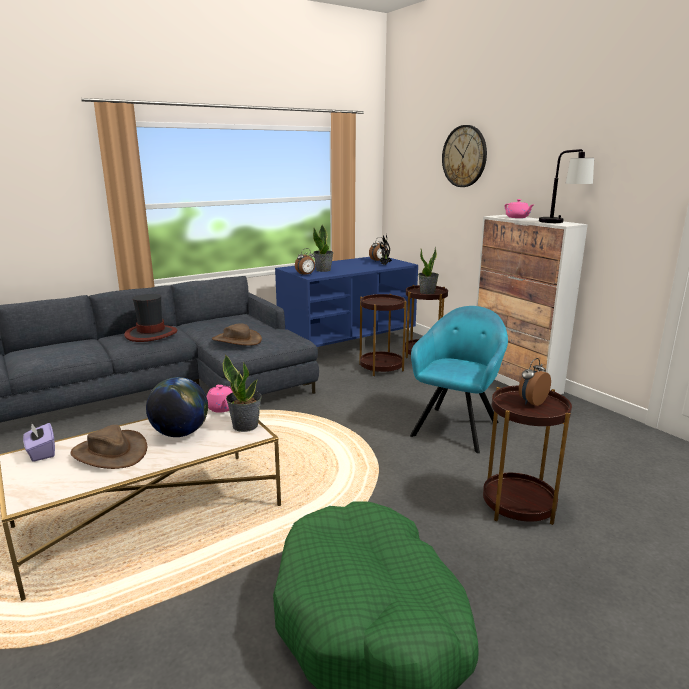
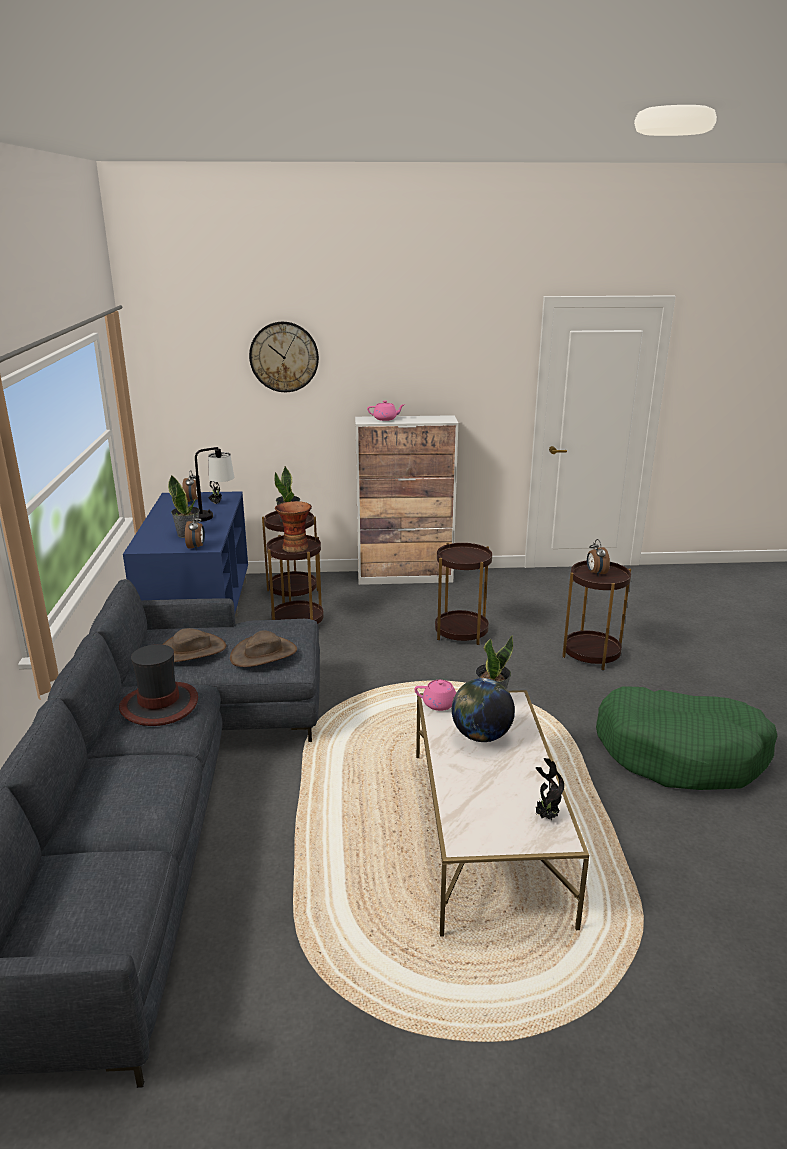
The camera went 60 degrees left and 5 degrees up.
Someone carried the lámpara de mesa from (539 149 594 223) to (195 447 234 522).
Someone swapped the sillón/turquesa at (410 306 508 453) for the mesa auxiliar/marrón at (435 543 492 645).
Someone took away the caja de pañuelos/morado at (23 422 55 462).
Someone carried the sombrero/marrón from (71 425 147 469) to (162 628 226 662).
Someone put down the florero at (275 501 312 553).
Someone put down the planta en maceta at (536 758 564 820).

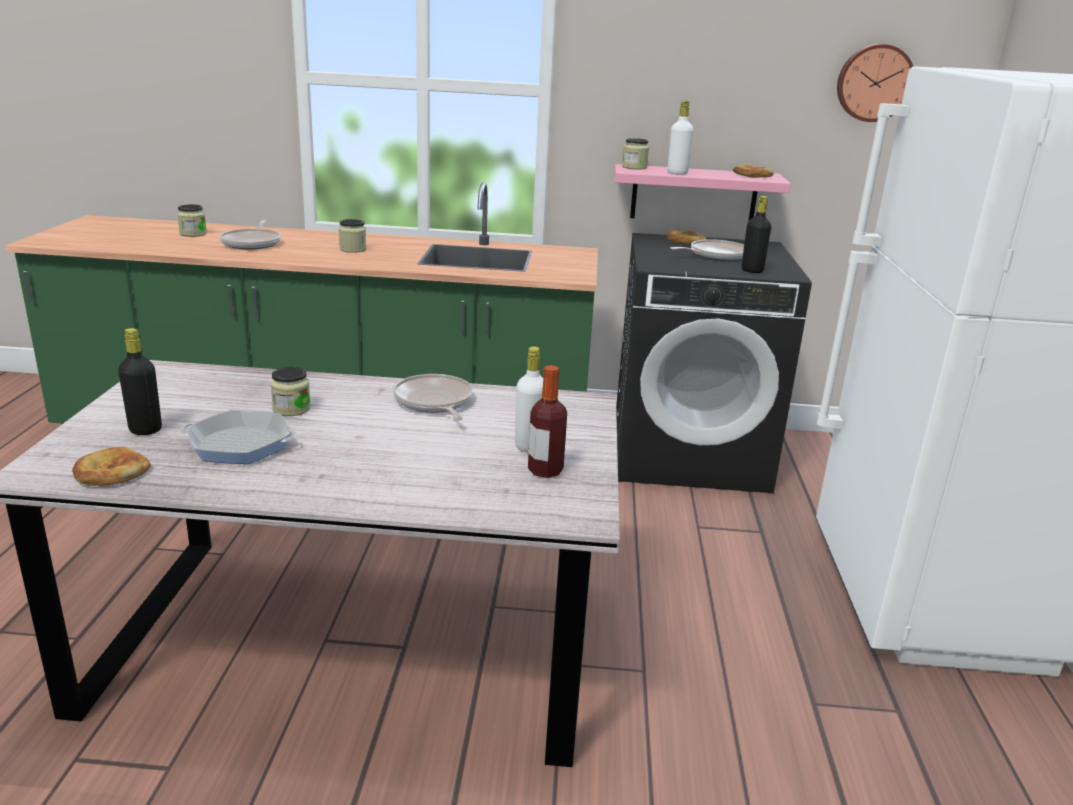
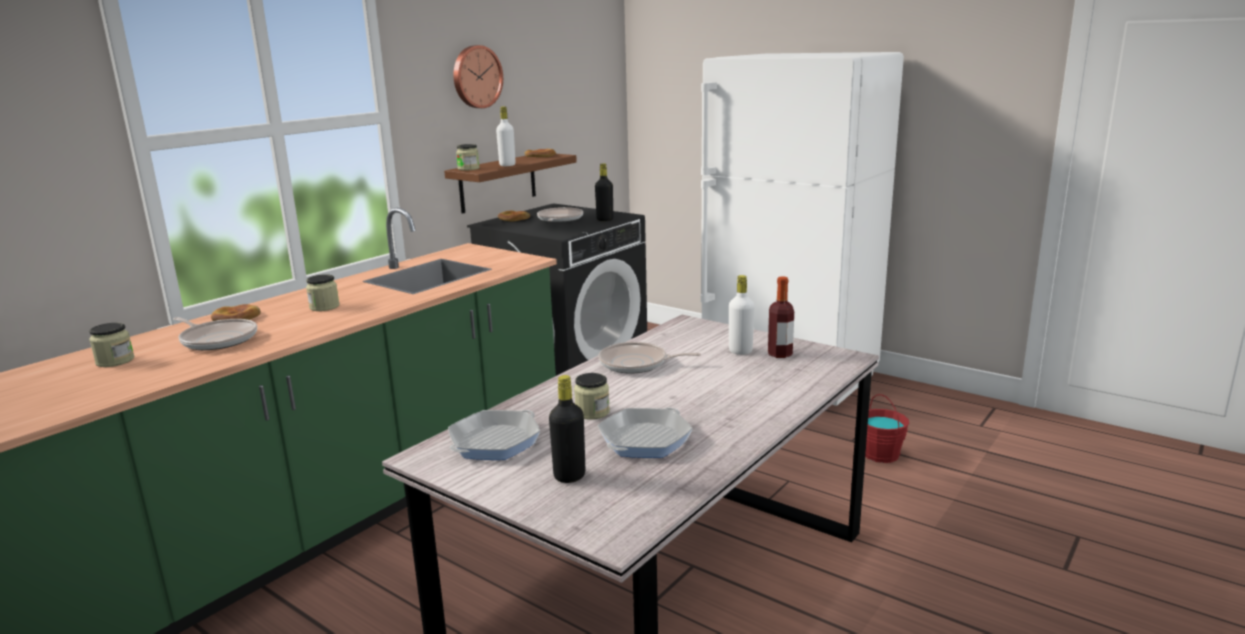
The camera went 55 degrees left and 5 degrees down.
Someone carried the reloj de pared from (837 44 913 122) to (453 45 503 108).
Someone repainted the estante/rosa at (614 164 791 221), which became the estante/marrón at (444 154 577 214).
Someone carried the pan from (72 447 151 486) to (211 304 261 321).
Someone put down the cubo/rojo at (865 394 909 463).
Someone put down the sartén at (448 410 540 460).

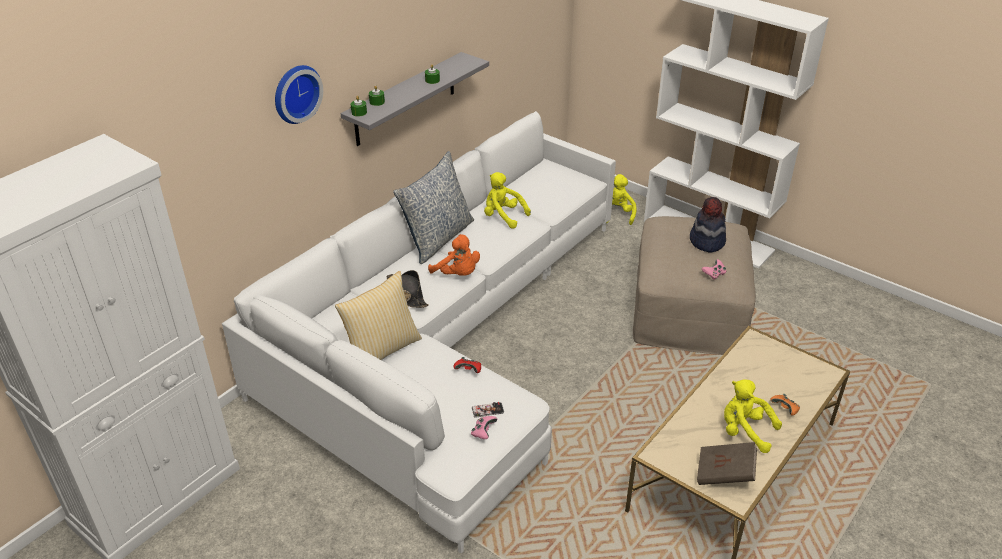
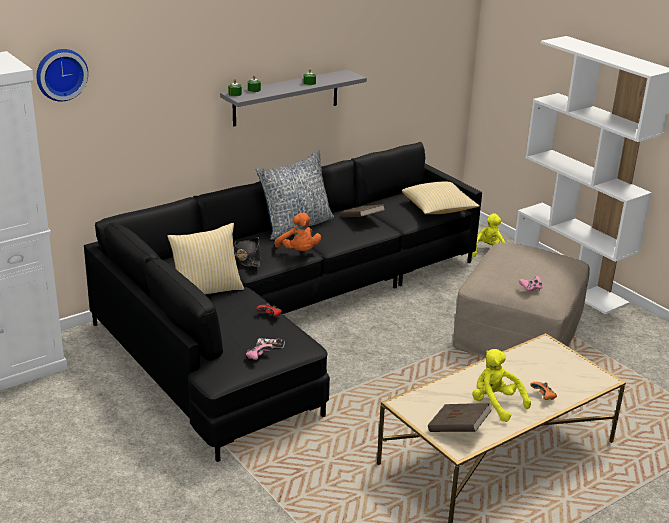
The camera went 15 degrees right and 10 degrees down.
Someone carried the reloj de pared from (275 65 323 124) to (36 49 88 102).
Someone repainted the sofá/blanco at (222 111 616 553), which became the sofá/negro at (84 142 482 462).
Someone swapped the peluche/amarillo at (484 172 531 229) for the libro/marrón at (341 205 384 217).
Someone took away the sombrero at (690 197 726 252).
Someone put down the cojín at (402 182 480 214).

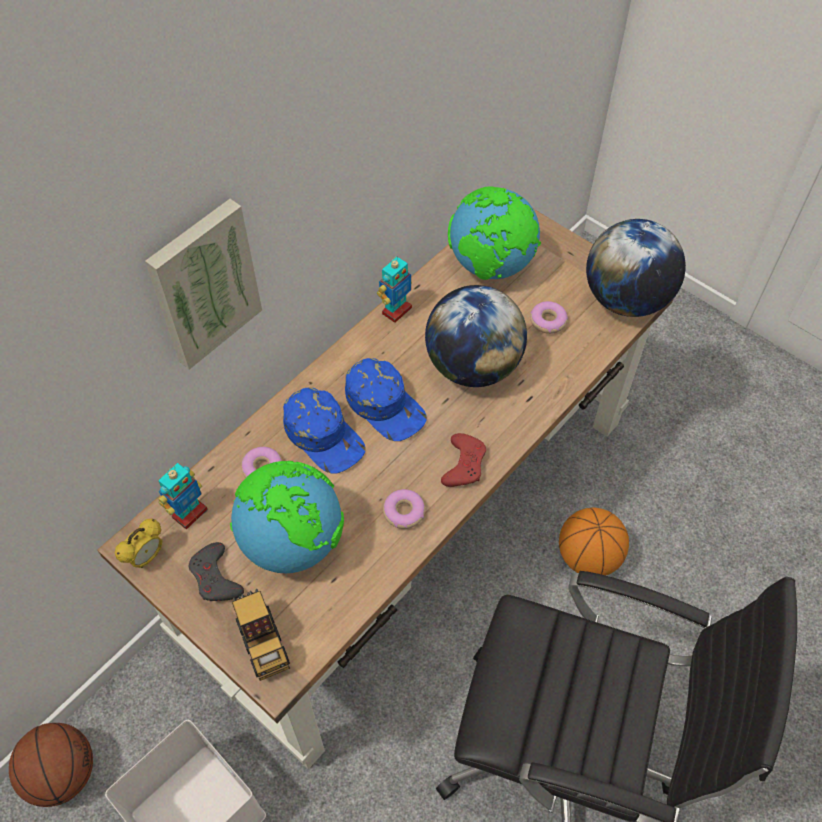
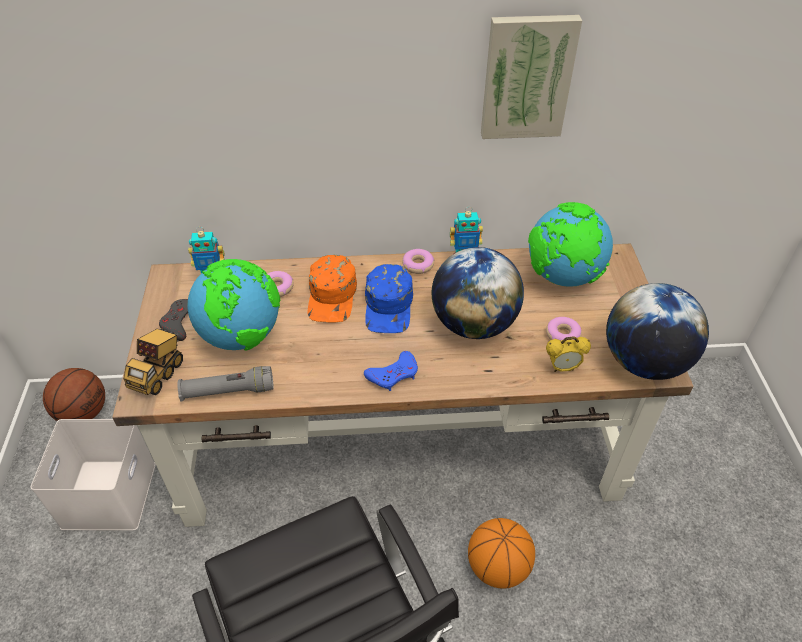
The camera went 45 degrees right and 10 degrees down.
Someone carried the cuadro from (145 199 262 370) to (481 15 582 139).
Someone repainted the gorra/azul at (283 388 365 474), which became the gorra/naranja at (308 255 357 322).
Someone repainted the mando de consola/rojo at (441 433 486 487), which became the mando de consola/azul at (364 351 418 391).
Someone carried the rosquilla from (383 489 425 529) to (402 249 434 274).
Someone carried the despertador from (115 519 163 568) to (546 336 591 372).
Someone put down the linterna/gris at (178 366 274 402).

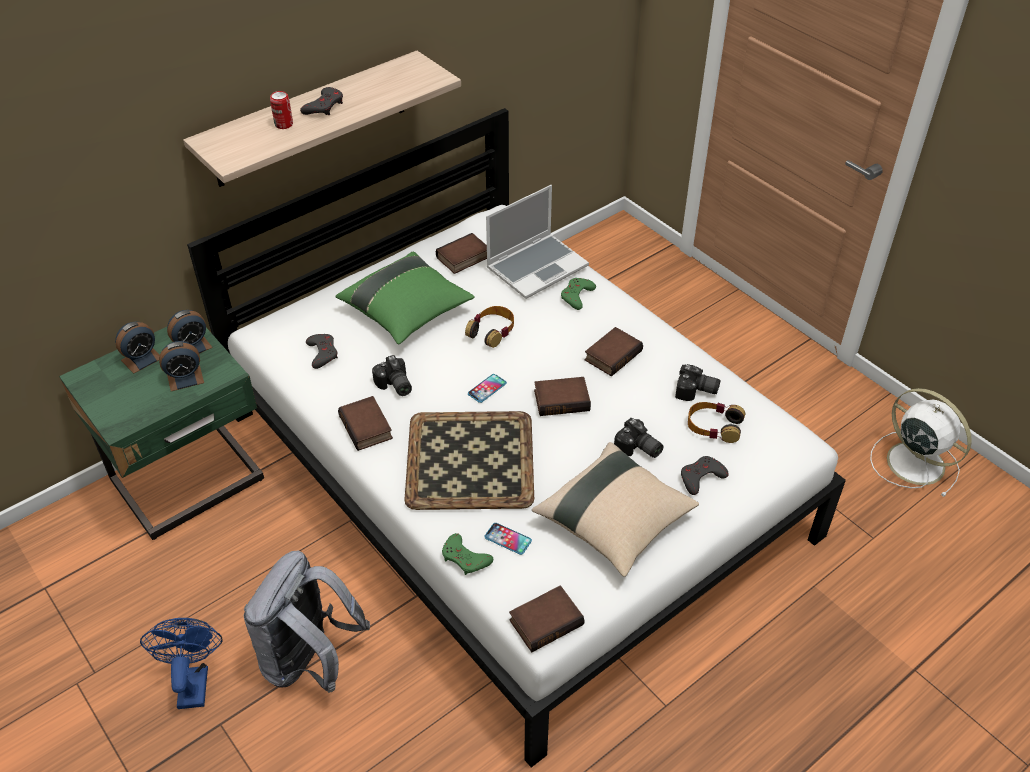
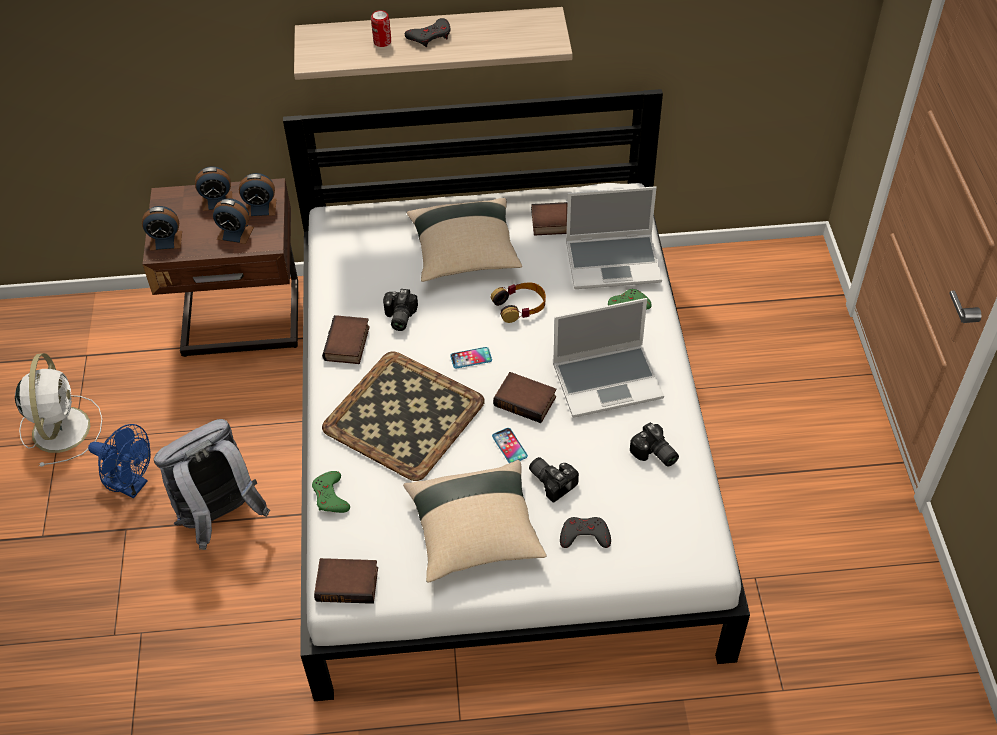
The camera went 35 degrees right and 5 degrees up.
Someone repainted the cojín/verde at (335 251 475 344), which became the cojín/beis at (407 198 522 282).
Someone repainted the mesita de noche/verde at (59 327 264 540), which became the mesita de noche/marrón at (143 178 298 357).
Someone swapped the libro at (585 327 643 376) for the portátil at (553 298 664 418).
Someone took away the mando de consola/gris at (306 334 338 369).
Someone carried the ventilador/blanco from (870 388 972 497) to (15 353 103 467).
Someone took away the auriculares at (688 402 745 443).
Someone rotated the cámara at (614 418 664 458) by 150 degrees clockwise.
Someone carried the móvil from (484 523 532 555) to (492 428 528 463).
Someone rotated the ventilador/azul at (140 618 223 709) by 90 degrees clockwise.
Someone put down the despertador at (142 206 182 251).

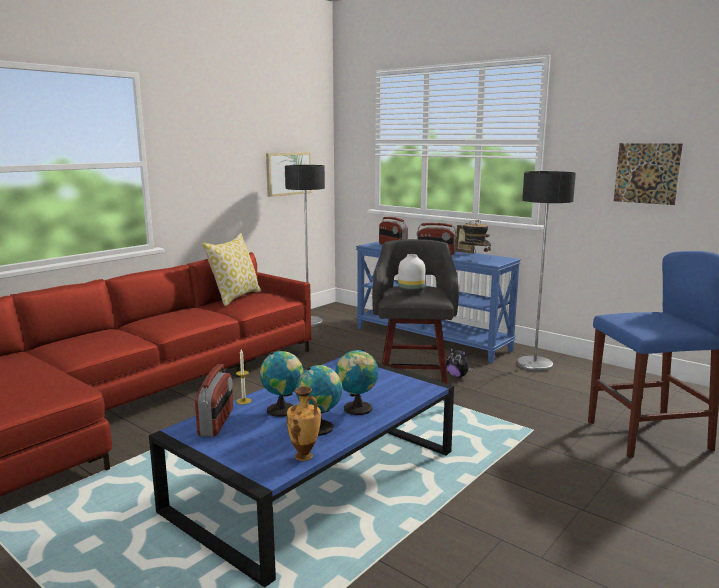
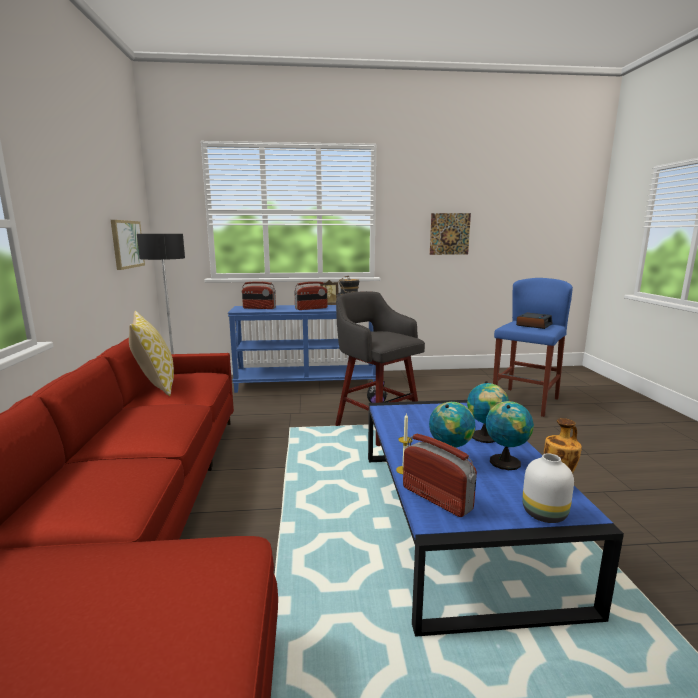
The camera went 45 degrees left and 0 degrees up.
Someone took away the lámpara de pie at (517 171 576 371).
Someone carried the florero/blanco from (398 254 425 294) to (522 453 574 523).
Someone put down the despertador at (516 313 553 329).

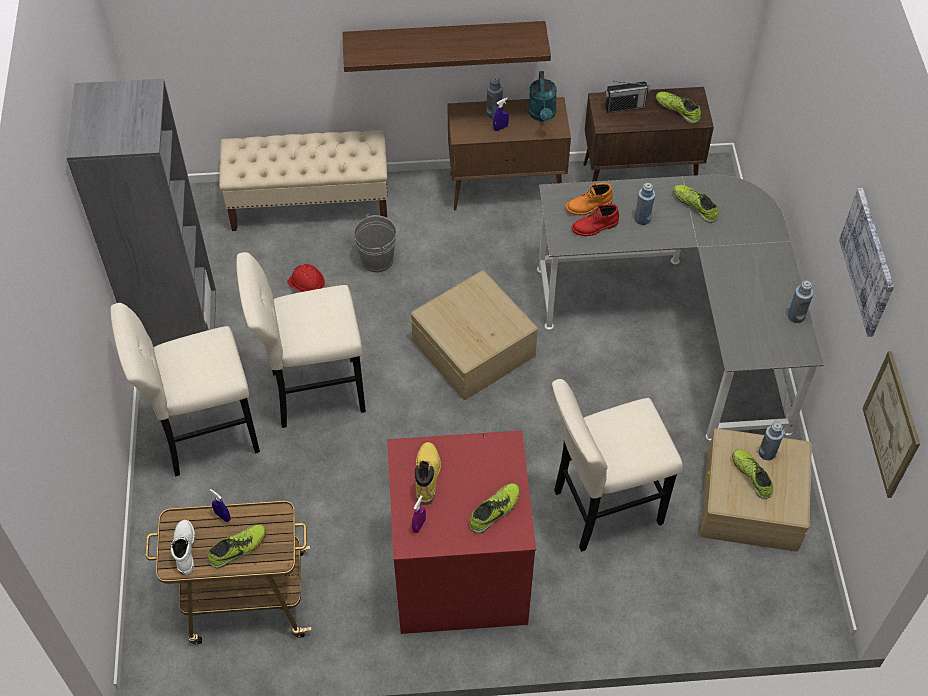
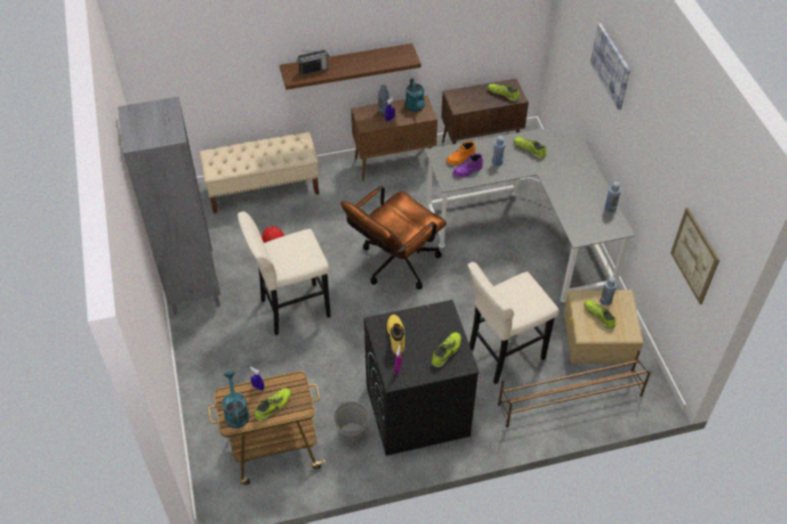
The camera went 10 degrees left and 5 degrees down.
Someone carried the radio from (604 81 651 113) to (296 50 329 76).
Someone carried the cuadro from (839 188 894 337) to (590 23 631 110).
Someone repainted the bota/rojo at (571 204 619 236), which became the bota/morado at (453 153 483 177).
Someone carried the cubo/gris from (354 214 397 273) to (334 400 369 446).
Someone swapped the caja de almacenaje/beis at (411 270 538 400) for the silla de oficina/marrón at (341 186 446 289).
Someone took away the taburete/beis at (110 303 260 476).
Someone repainted the lavadora/rojo at (387 430 536 634), which became the lavadora/negro at (364 300 480 456).
Someone swapped the bota/blanco at (171 520 195 575) for the regadera/turquesa at (222 371 249 428).
Someone put down the zapatero/marrón at (498 350 651 427).

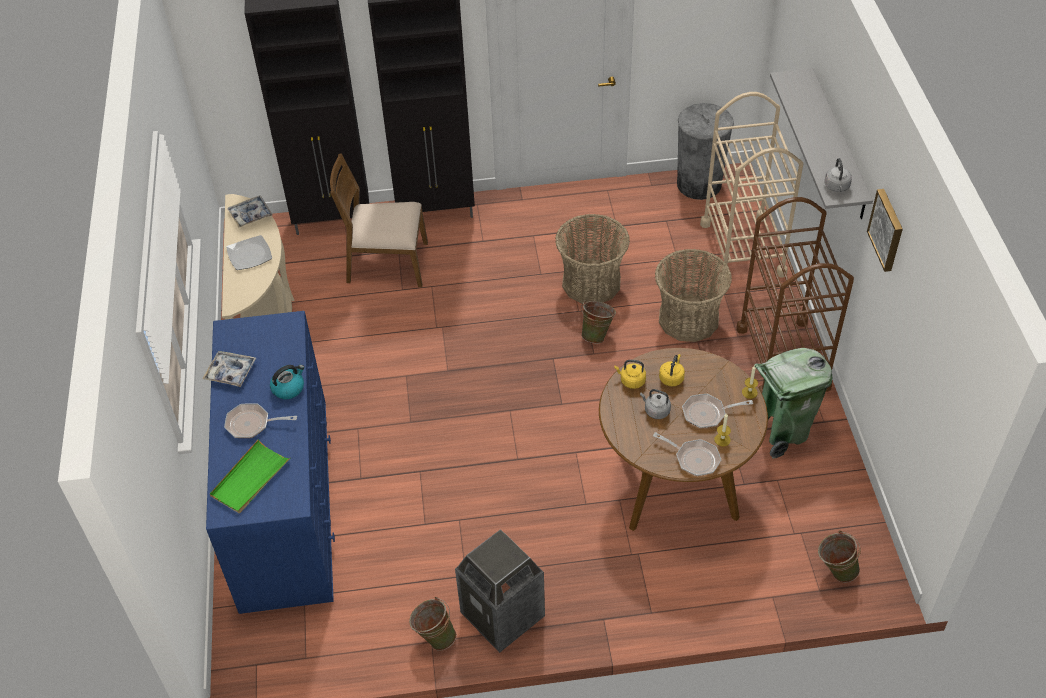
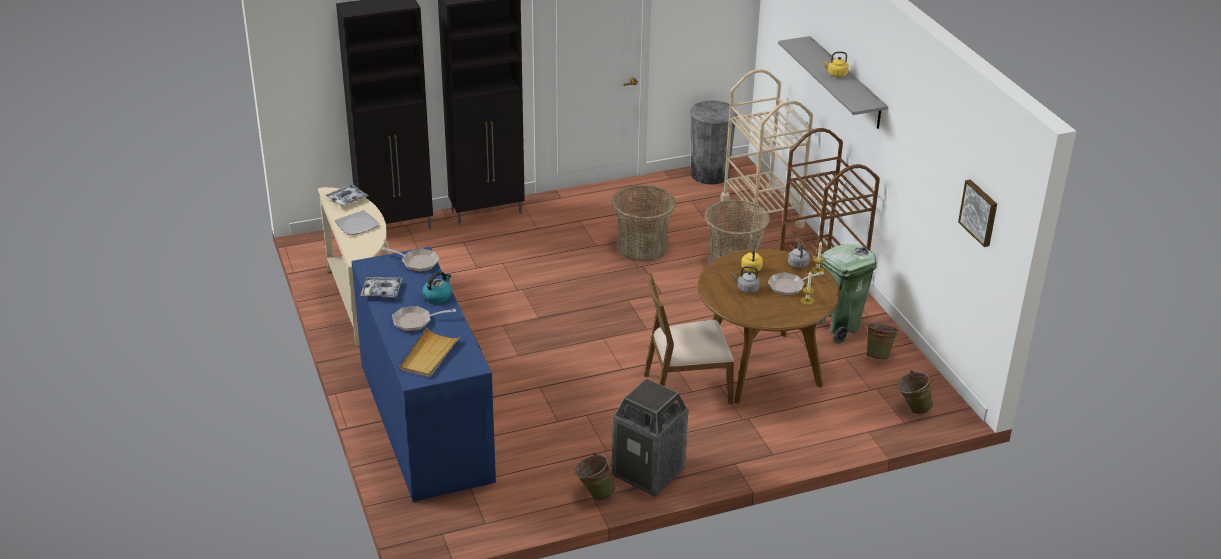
The camera went 15 degrees left and 15 degrees down.
Someone carried the silla/marrón from (330 153 428 287) to (644 273 734 404).
Someone carried the hervidor/gris from (824 158 852 192) to (788 241 810 268).
Someone carried the cuadro from (867 189 903 272) to (958 180 997 247).
Someone carried the cubo/verde from (581 301 616 343) to (866 322 900 360).
Someone carried the hervidor/amarillo from (615 360 646 389) to (823 52 849 77).
Someone carried the sartén from (653 432 721 476) to (381 247 439 272).
Someone repainted the bandeja/verde at (210 439 290 513), which became the bandeja/beis at (399 328 461 377).

